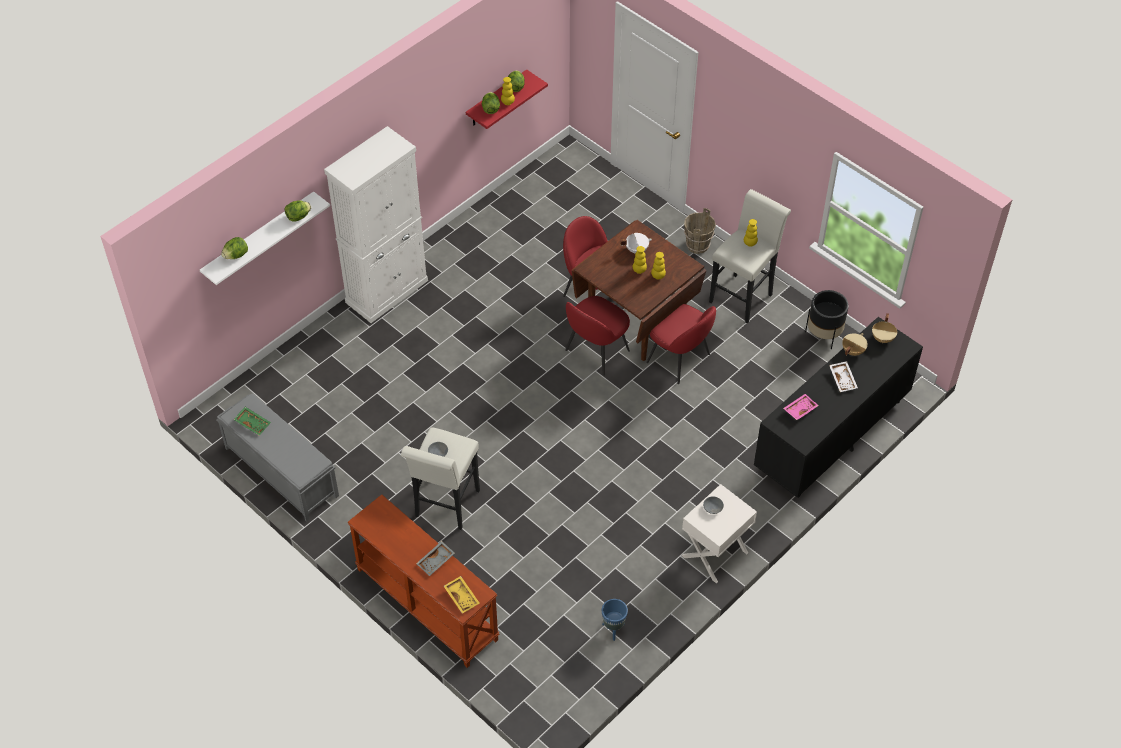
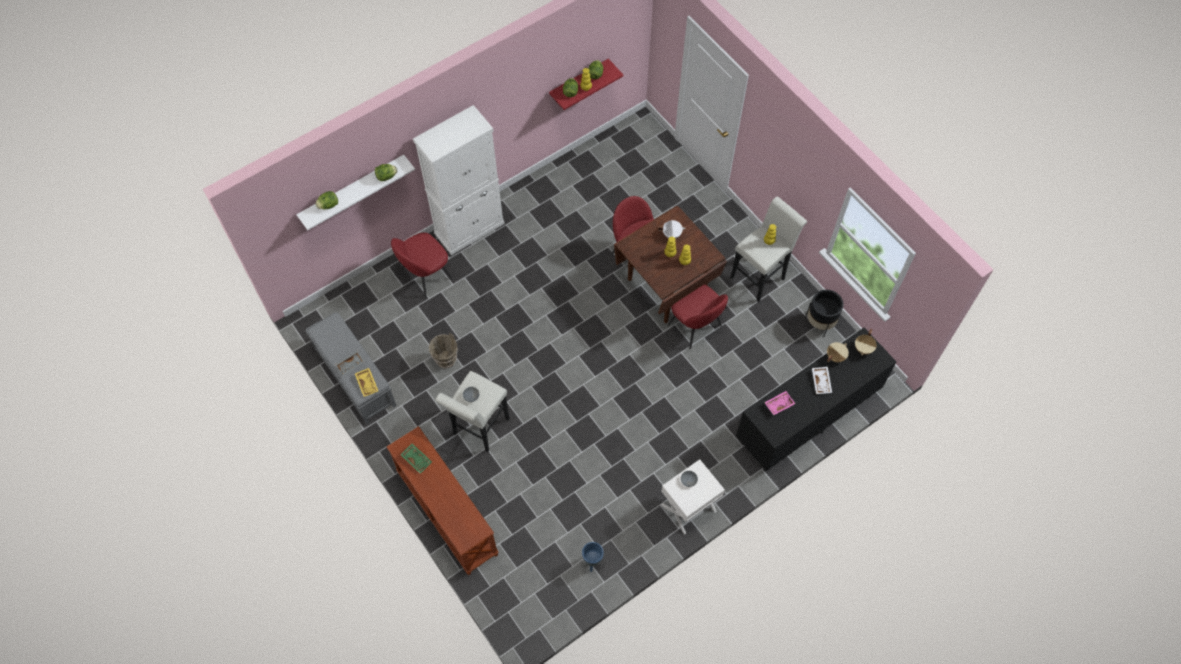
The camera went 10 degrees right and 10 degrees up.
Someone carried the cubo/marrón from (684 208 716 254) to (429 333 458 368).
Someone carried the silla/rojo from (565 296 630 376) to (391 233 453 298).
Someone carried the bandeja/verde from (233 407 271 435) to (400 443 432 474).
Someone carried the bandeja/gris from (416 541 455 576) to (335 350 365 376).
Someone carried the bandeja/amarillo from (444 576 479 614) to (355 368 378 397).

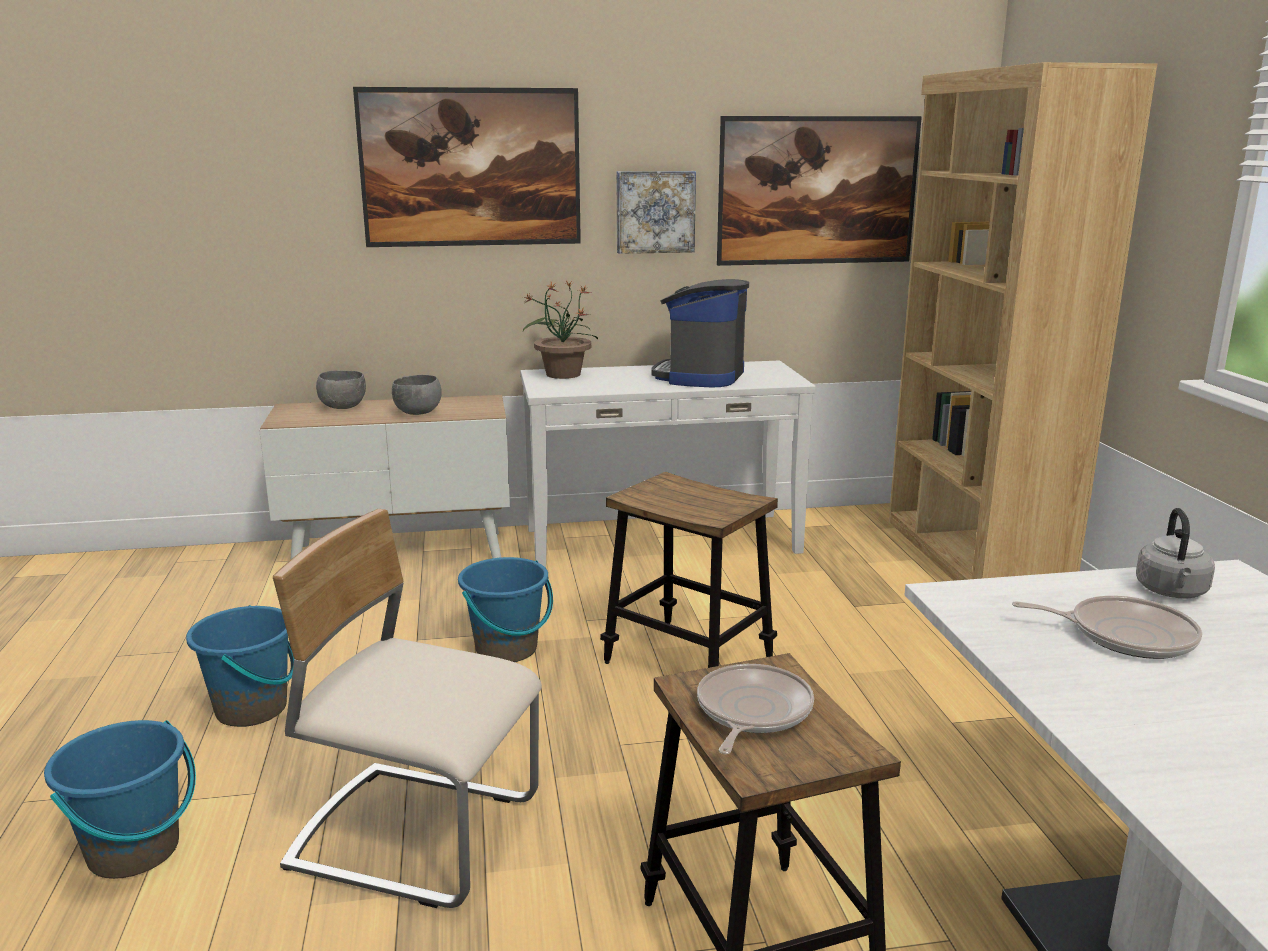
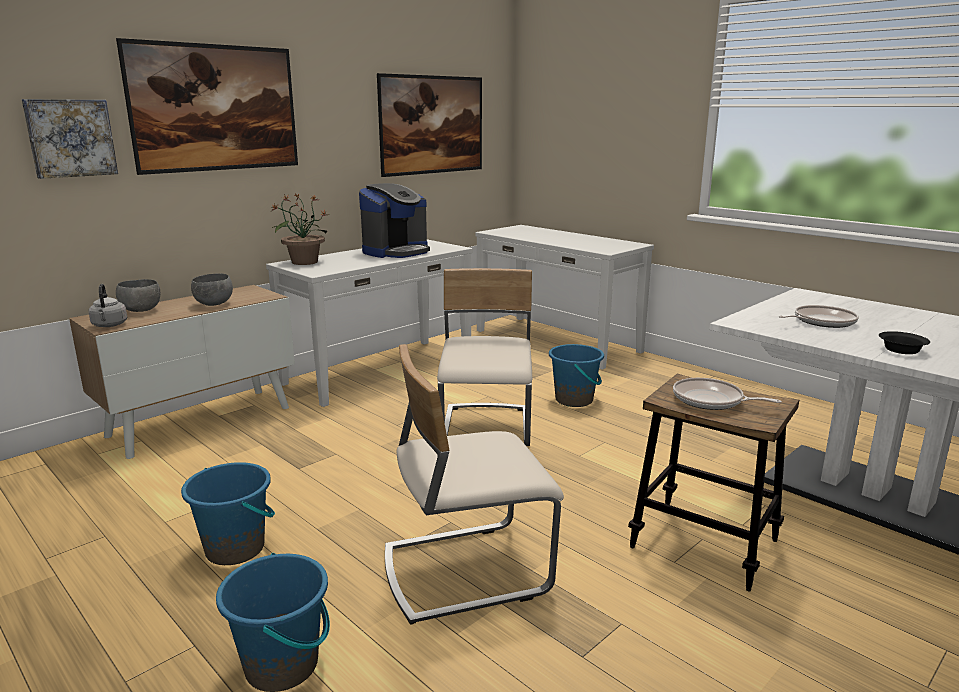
The camera went 35 degrees left and 0 degrees up.
Someone swapped the estantería/marrón at (889 62 1157 581) for the mesa consola/blanco at (475 225 654 370).
Someone carried the cuadro from (617 171 696 254) to (22 99 118 179).
Someone rotated the cafetera at (651 279 749 387) by 120 degrees counterclockwise.
Someone swapped the taburete at (600 472 778 668) for the silla/beis at (437 268 532 446).
Someone carried the hervidor/gris from (1136 508 1215 598) to (88 284 127 327).
Someone carried the cubo/azul from (458 557 553 662) to (549 344 604 407).
Someone rotated the sartén at (697 664 814 754) by 45 degrees counterclockwise.
Someone put down the cuenco/negro at (879 331 930 354).

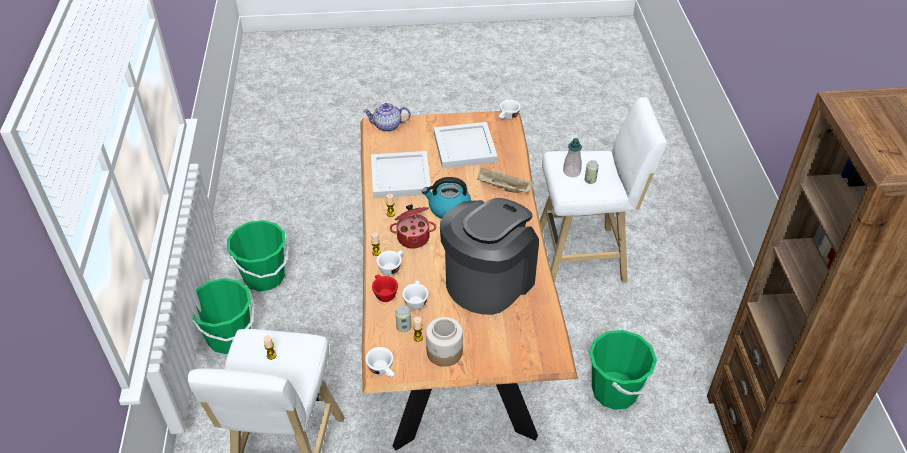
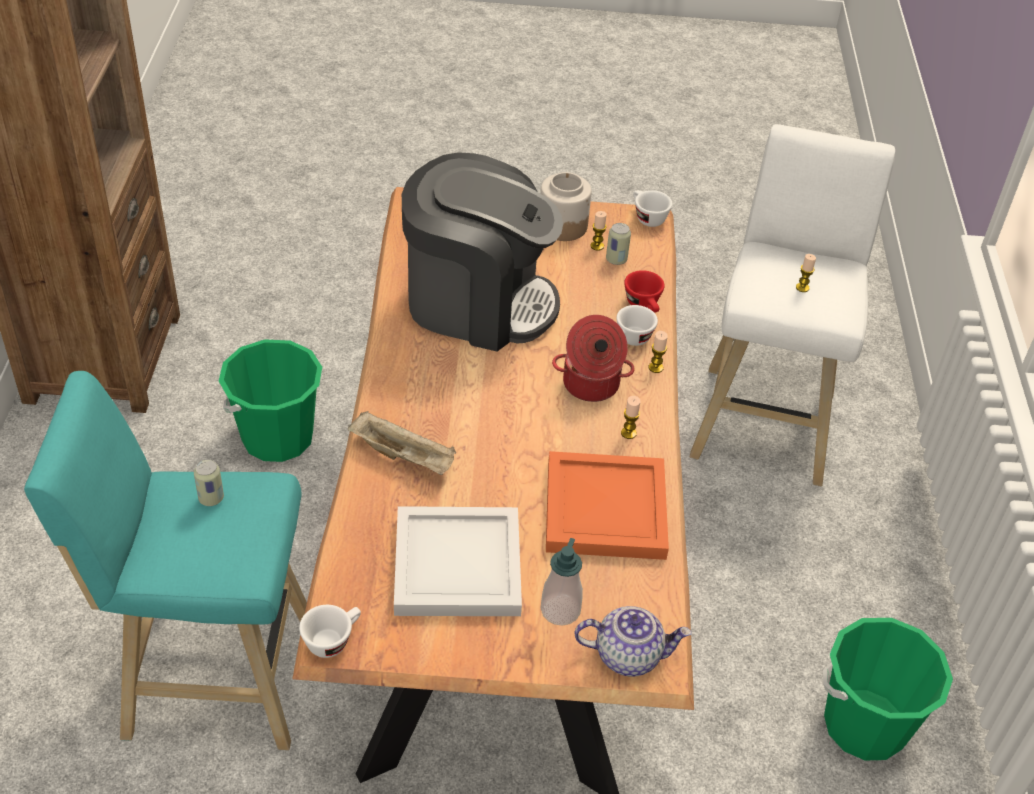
The camera went 175 degrees left and 0 degrees up.
Someone repainted the taburete/blanco at (540 97 667 283), which became the taburete/turquesa at (24 371 307 750).
Someone carried the dispensador de jabón from (563 138 582 177) to (541 538 583 626).
Someone repainted the bandeja/blanco at (371 151 431 198), which became the bandeja/naranja at (546 451 669 560).
Someone took away the hervidor at (422 177 471 219).
Someone rotated the cafetera at (440 198 539 315) by 120 degrees counterclockwise.
Someone took away the cubo/verde at (192 278 255 354).
Someone took away the taza/blanco at (402 280 429 310).

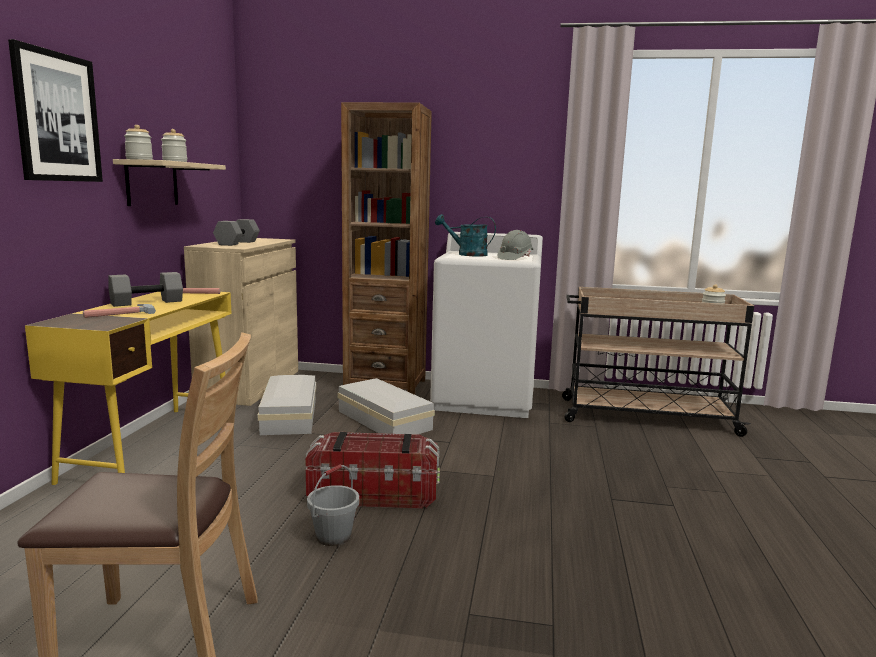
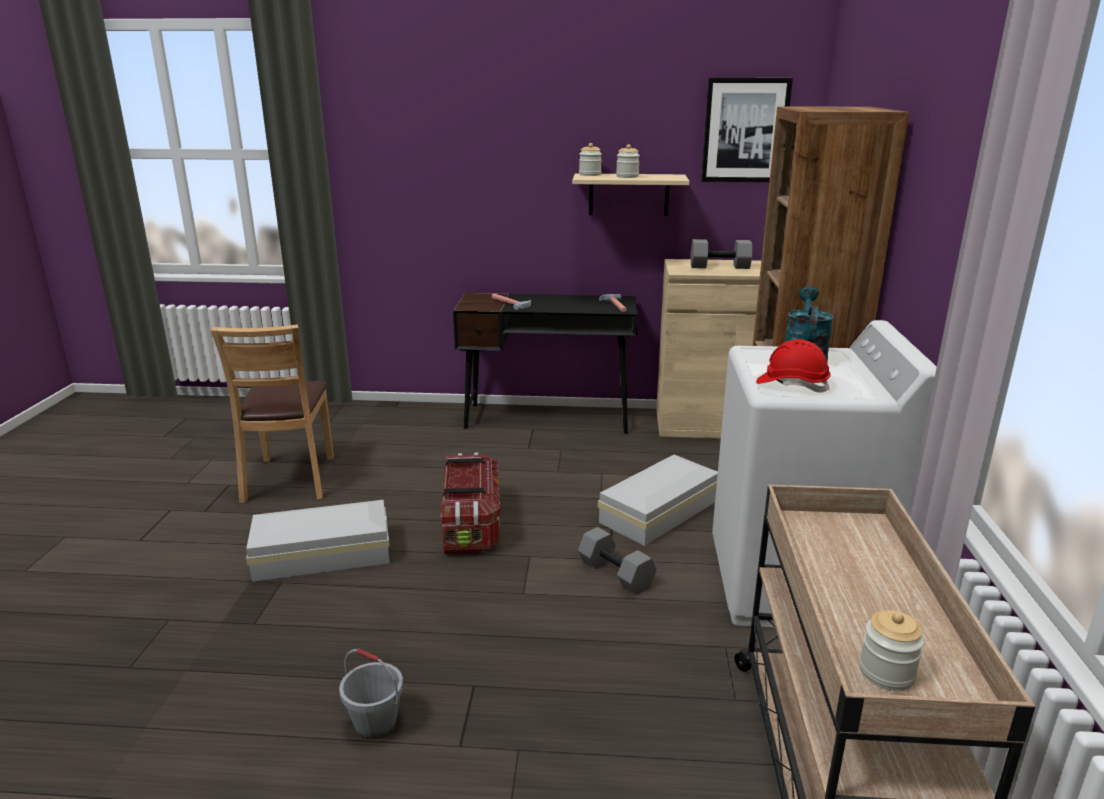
The camera went 85 degrees right and 10 degrees up.
Someone carried the cuadro from (8 39 103 182) to (701 78 793 182).
Someone repainted the casco/gris at (497 230 533 260), which became the casco/rojo at (756 339 831 393).
Someone carried the mancuerna/gris from (108 272 183 307) to (578 527 657 595).
Someone repainted the escritorio/amarillo at (25 292 232 485), which became the escritorio/negro at (453 293 638 434).
Someone carried the caja de almacenaje/blanco from (258 375 316 435) to (246 500 390 582).
Someone carried the cubo/gris from (307 465 359 546) to (339 649 403 740).

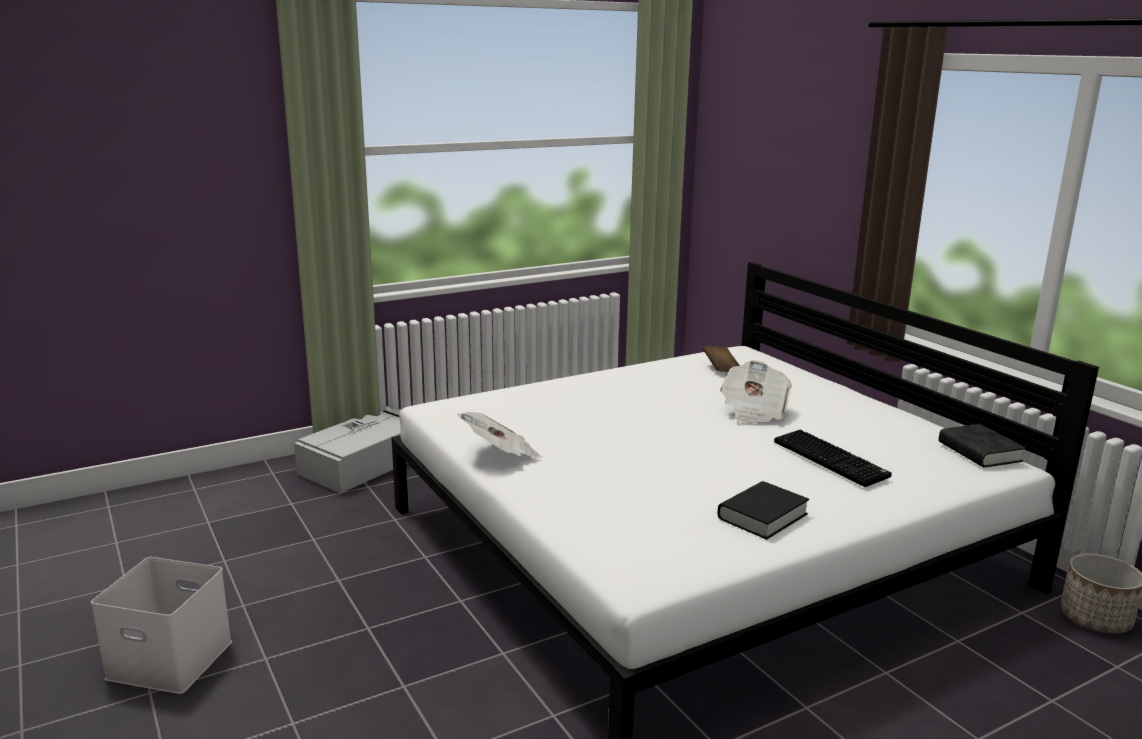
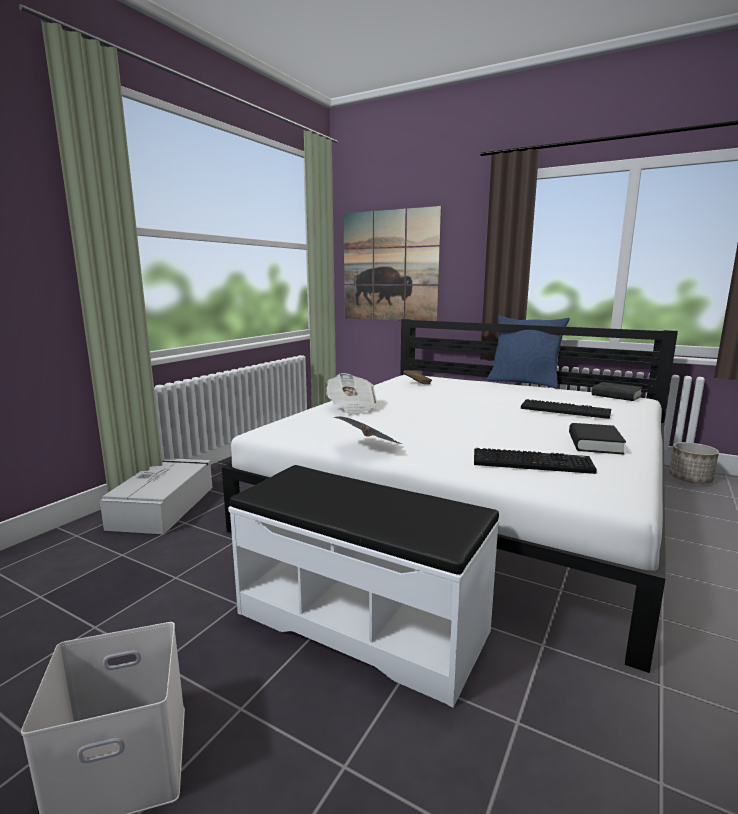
The camera went 30 degrees left and 5 degrees down.
Someone carried the periódico from (720 360 792 424) to (326 373 377 415).
Someone put up the cuadro at (343 206 442 321).
Someone put down the cojín/azul at (487 315 570 389).
Someone put down the teclado at (474 448 597 474).
Someone put down the banco/blanco at (228 465 499 708).

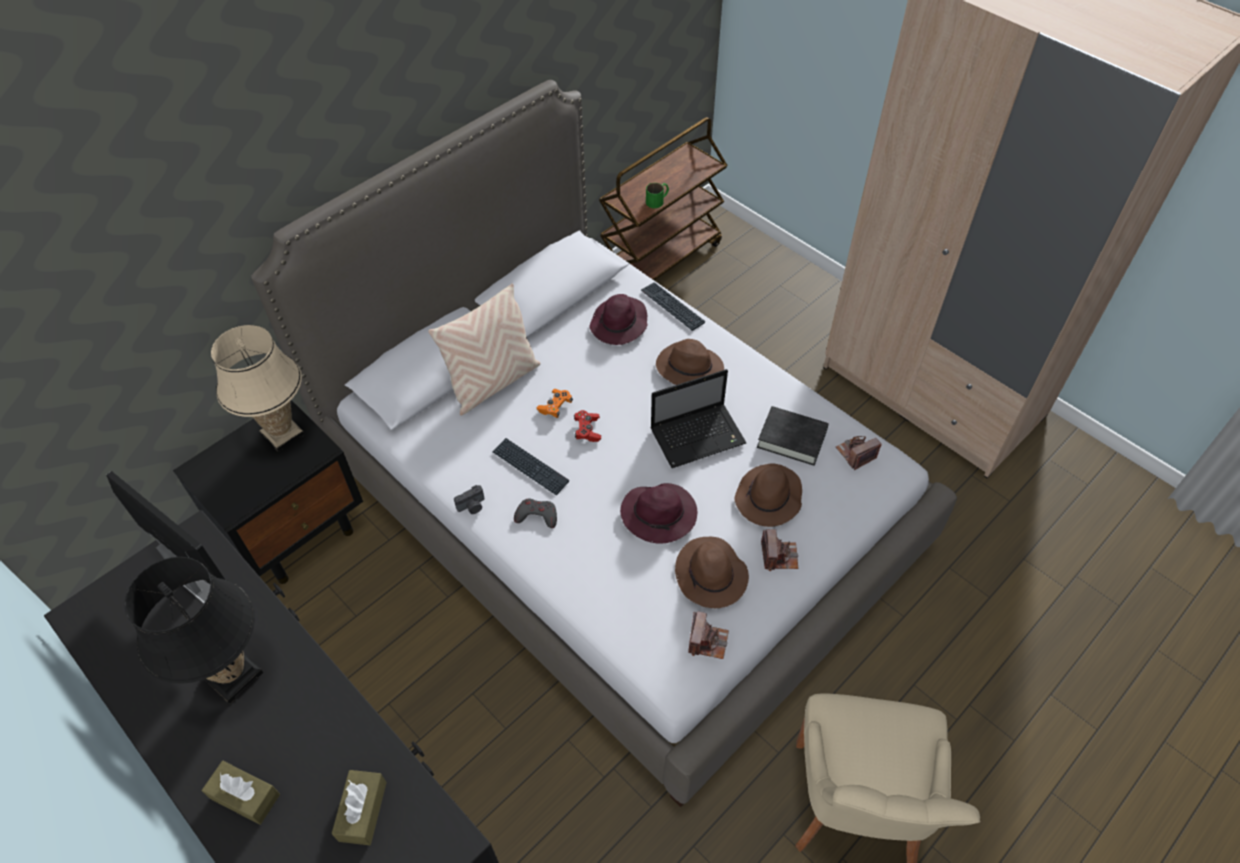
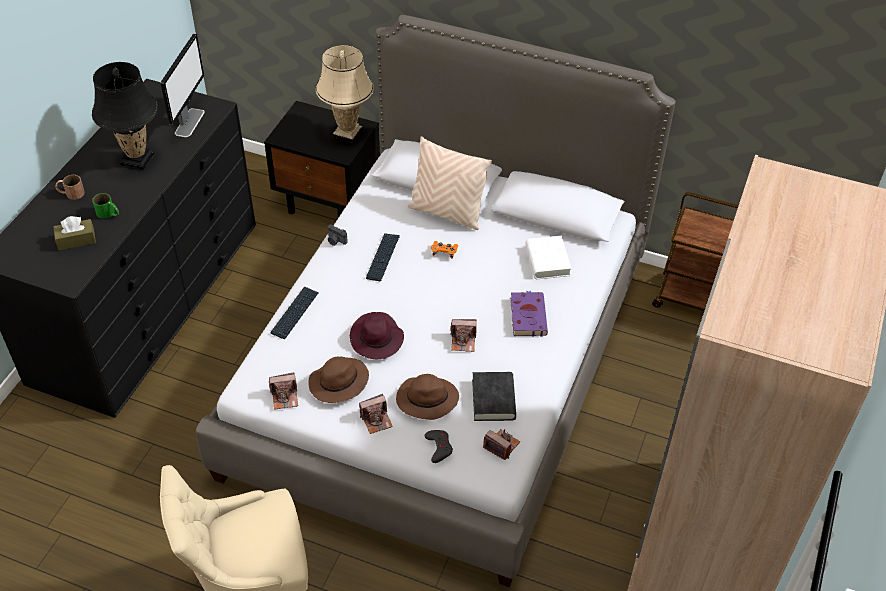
The camera went 65 degrees right and 5 degrees down.
Someone carried the taza grande/verde from (646 183 669 208) to (92 193 119 219).
Someone carried the teclado from (641 282 705 331) to (270 286 319 339).
Someone swapped the sombrero/morado at (589 294 647 345) for the libro/blanco at (525 236 572 279).
Someone swapped the sombrero/marrón at (656 339 724 385) for the libro/morado at (511 291 548 337).
Someone swapped the portátil at (650 369 746 468) for the cámara at (451 319 477 352).
Someone took away the mando de consola/rojo at (574 410 601 442).
Someone carried the mando de consola/gris from (514 499 557 528) to (425 430 453 463).
Someone swapped the caja de pañuelos/marrón at (202 761 280 825) for the taza grande/marrón at (56 175 85 200).

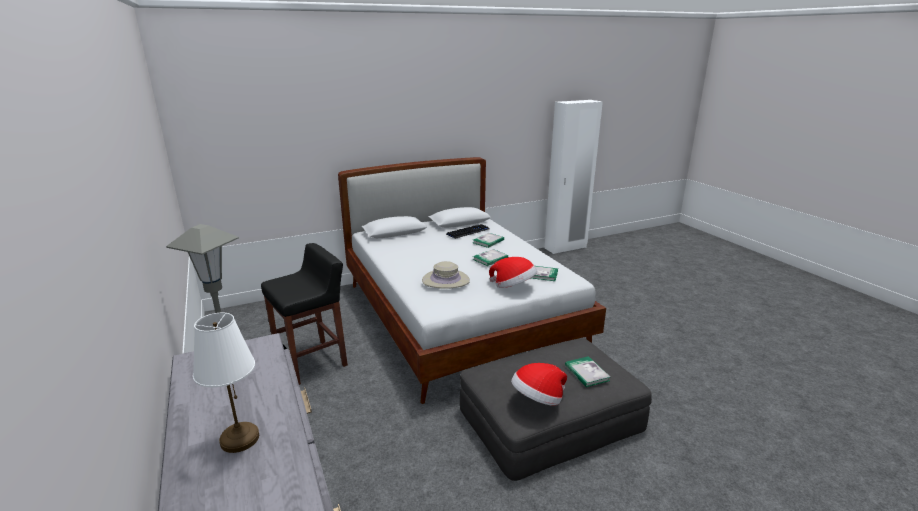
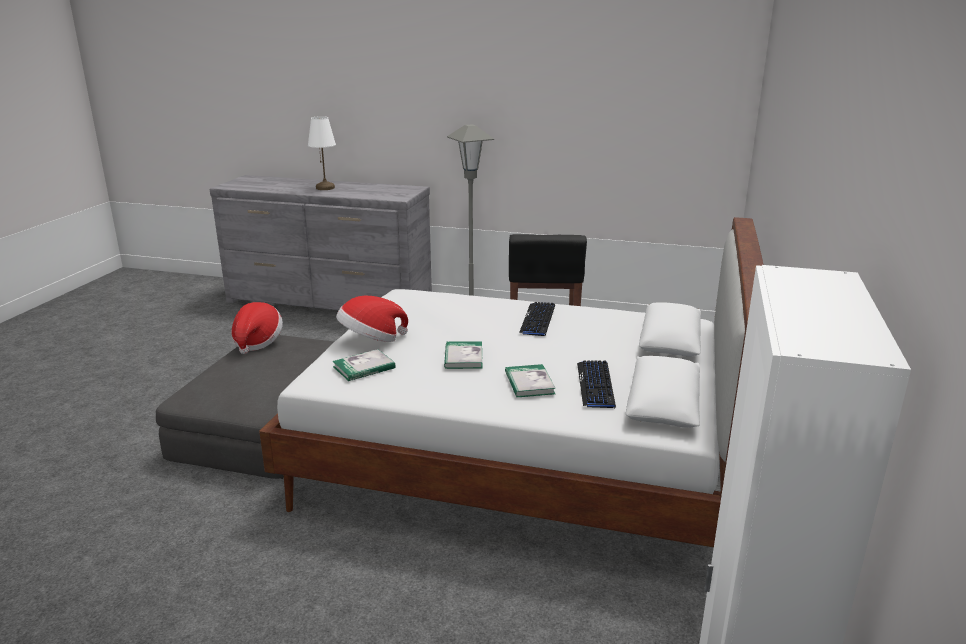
The camera went 130 degrees right and 0 degrees up.
Someone took away the sombrero/beis at (422 261 470 289).
Someone took away the libro at (565 356 610 387).
Someone put down the teclado at (519 302 555 336).

